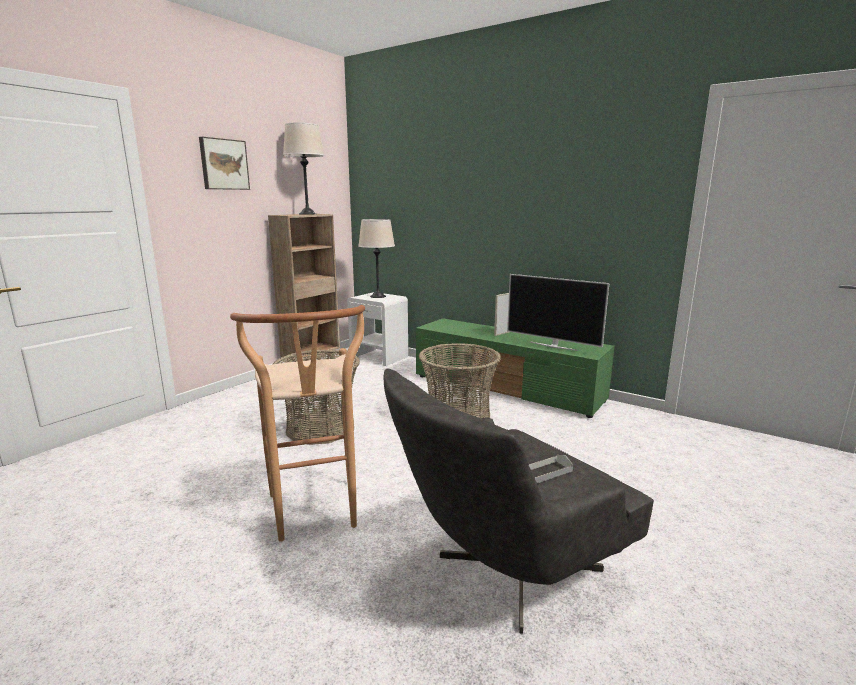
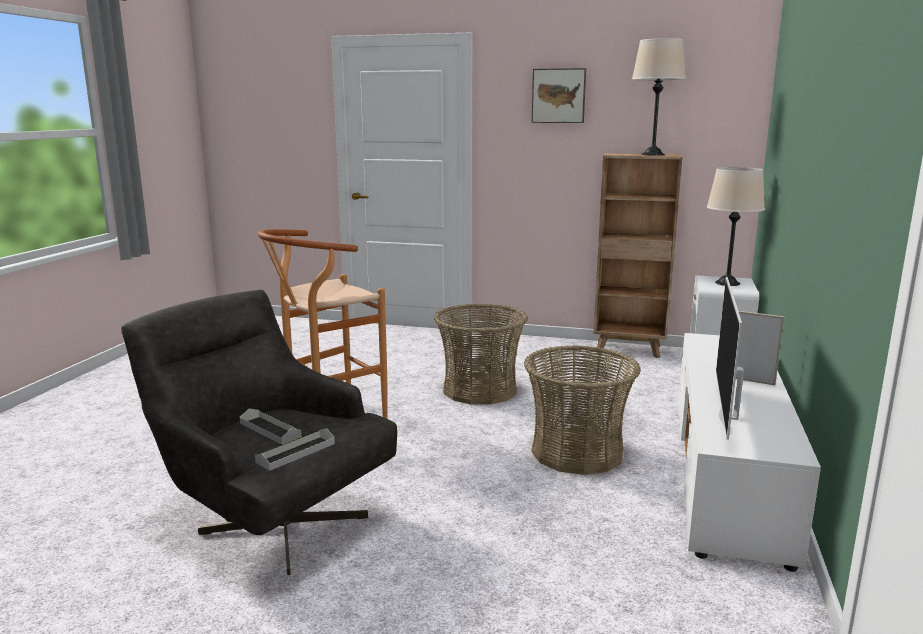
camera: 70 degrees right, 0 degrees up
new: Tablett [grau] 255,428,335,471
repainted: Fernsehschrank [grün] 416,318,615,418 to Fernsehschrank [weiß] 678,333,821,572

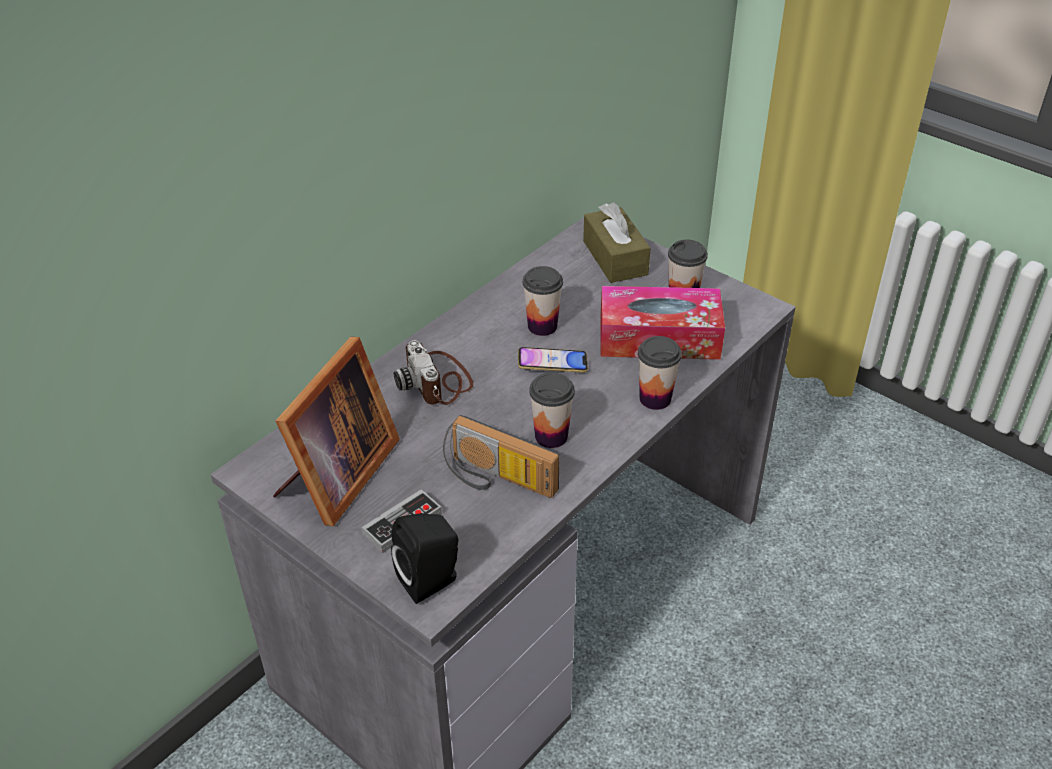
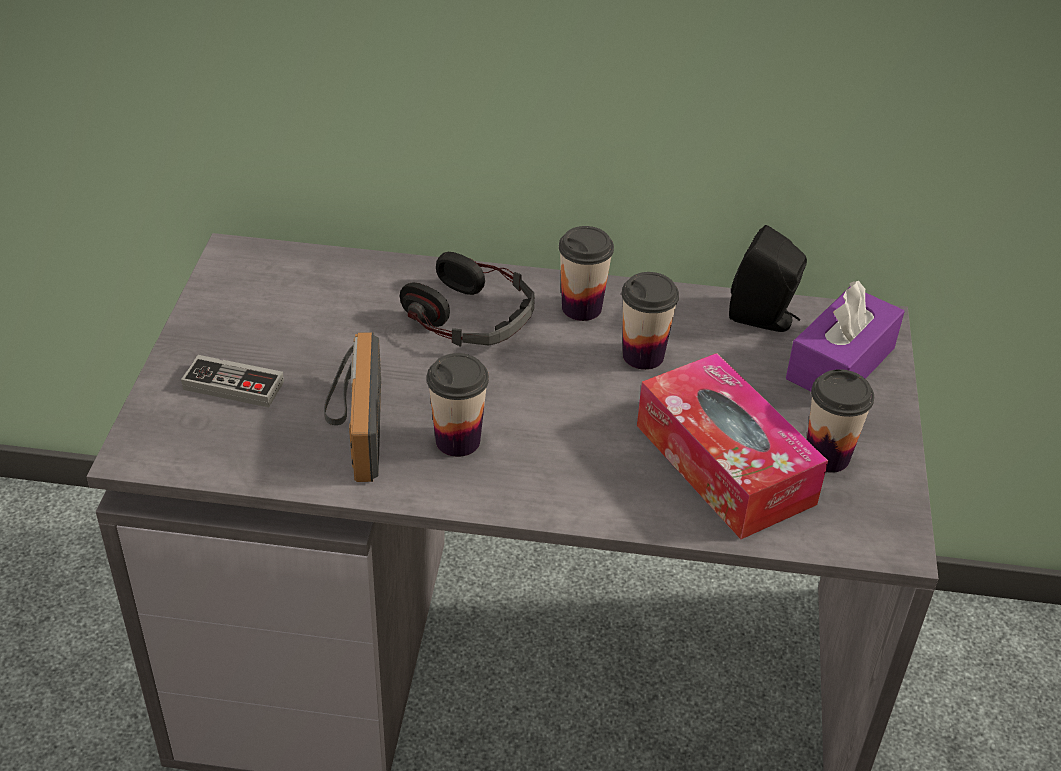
camera: 55 degrees right, 0 degrees up
gone: Bilderrahmen 273,337,400,526; Handy 518,347,588,373
shifted: Tasse 638,336,682,410 to 559,226,614,321; Lautsprecher [schwarz] 391,513,458,604 to 729,225,807,332
swapped: Kamera 394,340,473,405 to Kopfhörer 400,252,535,347
repainted: Taschentuchbox [braun] 583,202,651,283 to Taschentuchbox [lila] 786,281,905,391

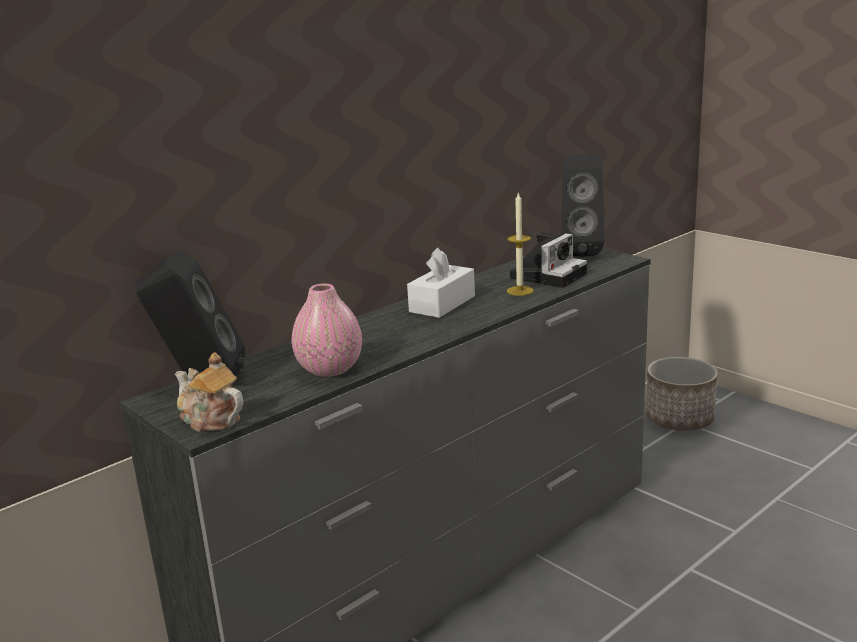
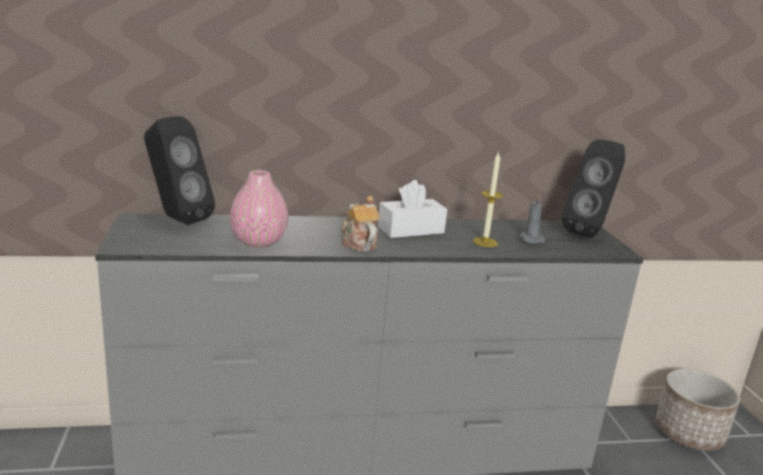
camera: 30 degrees right, 0 degrees up
shifted: Teekanne 175,352,243,432 to 341,196,380,251
swapped: Kamera 510,232,587,288 to Kerze [grau] 518,194,545,244

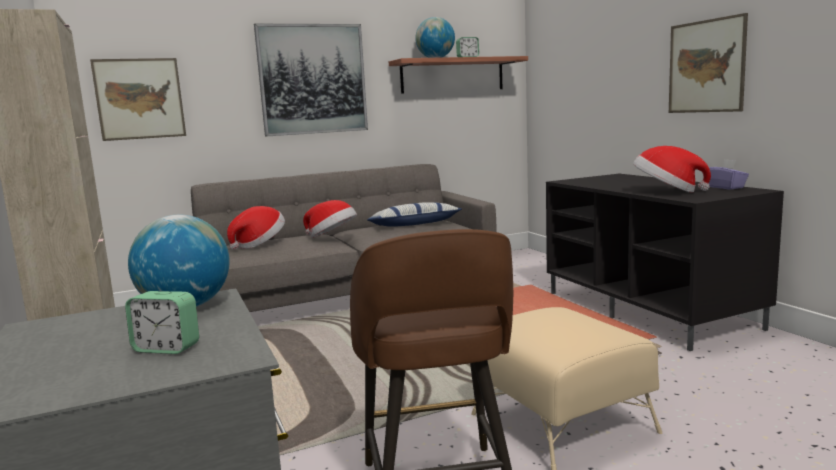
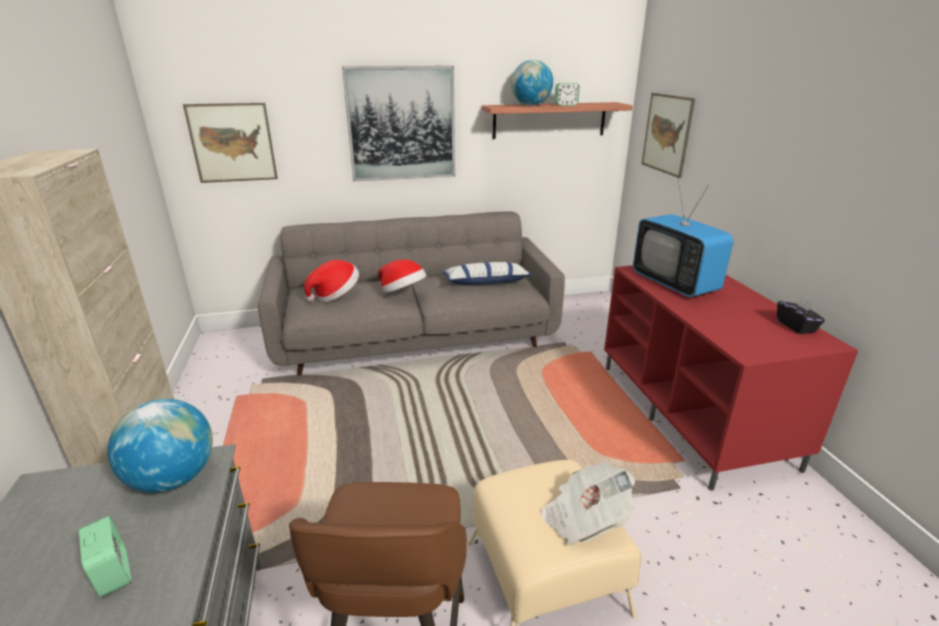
camera: 10 degrees right, 15 degrees up
gone: Hut 633,146,711,193
new: Zeitung 540,462,635,546; Fernseher 633,178,734,297
shifted: Bild 669,13,748,113 to 642,93,695,178
repainted: Fernsehschrank [schwarz] 546,174,784,351 to Fernsehschrank [rot] 604,265,858,491; Taschentuchbox [lila] 709,159,749,189 to Taschentuchbox [schwarz] 777,296,825,334
rotated: Wecker 125,291,199,354 = 79,516,132,597 150 degrees counterclockwise

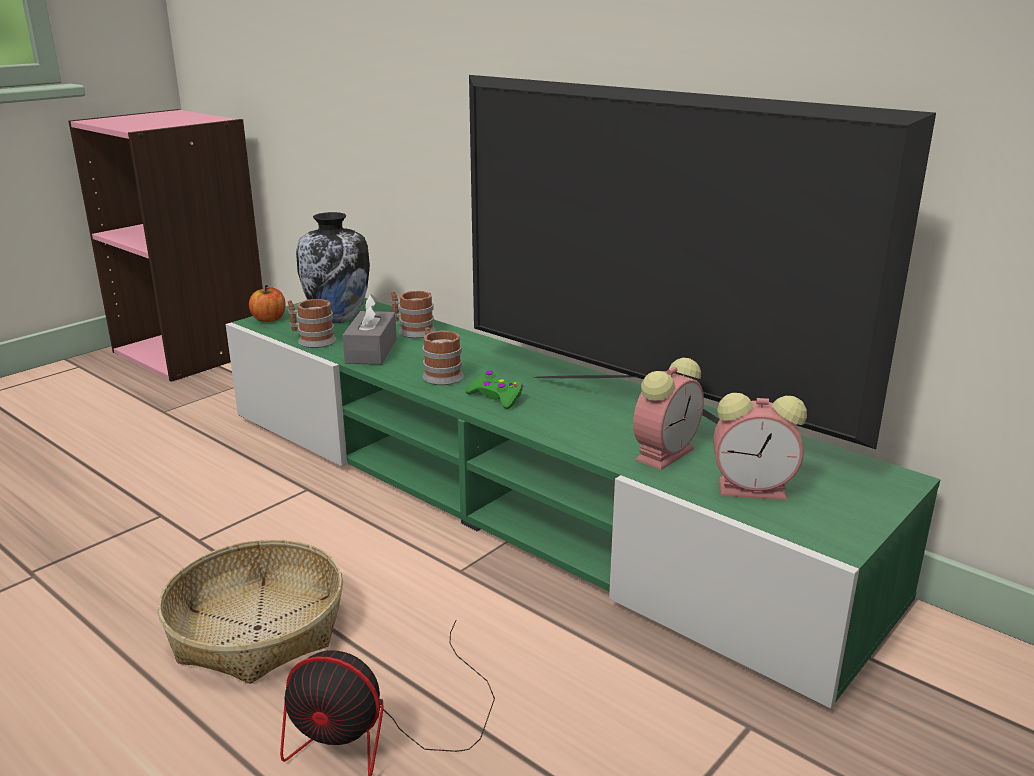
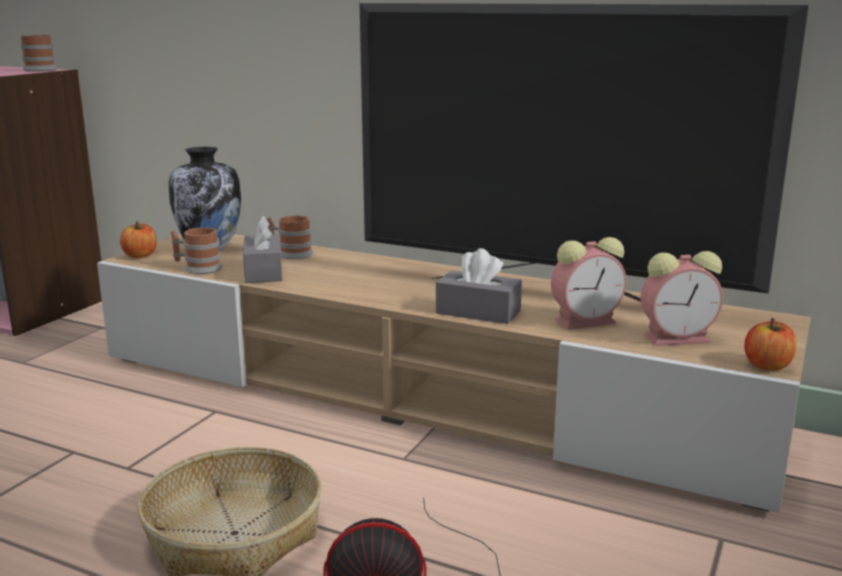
camera: 15 degrees left, 5 degrees down
gone: Gamepad [grün] 465,370,524,409
new: Taschentuchbox [grau] 436,248,522,324; Apfel 744,318,797,371
shifted: Henkelbecher 423,327,464,385 to 20,35,57,71
repainted: Fernsehschrank [grün] 226,298,940,708 to Fernsehschrank [beige] 97,234,811,513
rotated: Wecker 633,358,704,470 = 551,237,626,330 45 degrees clockwise

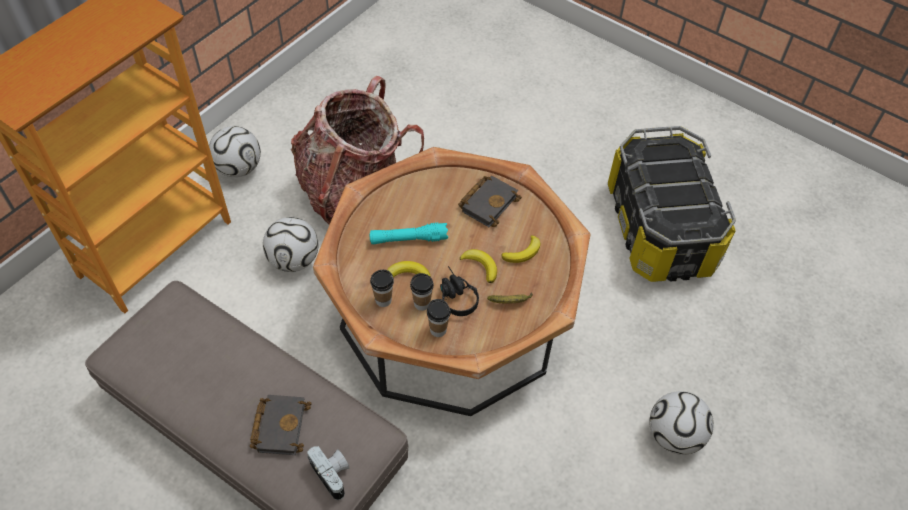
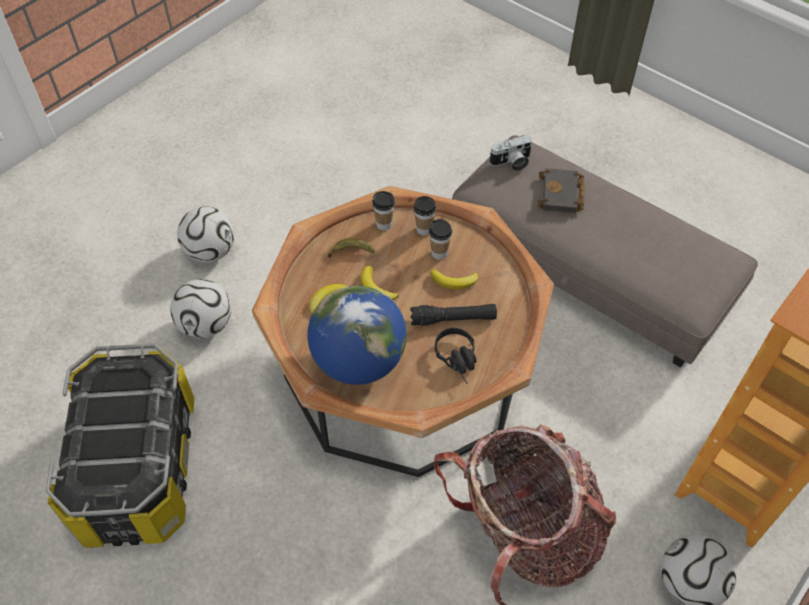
camera: 175 degrees left, 0 degrees up
shifted: Fußball 263,217,319,272 to 170,279,231,339; Tasse 370,270,394,307 to 372,191,395,230; Kopfhörer [schwarz] 440,266,479,316 to 435,328,476,384
swapped: Buch [schwarz] 458,176,522,227 to Globus 307,286,407,385
repainted: Taschenlampe [türkis] 369,222,448,244 to Taschenlampe [schwarz] 410,304,497,326
rotated: Kamera 307,446,350,500 = 490,135,532,171 75 degrees counterclockwise

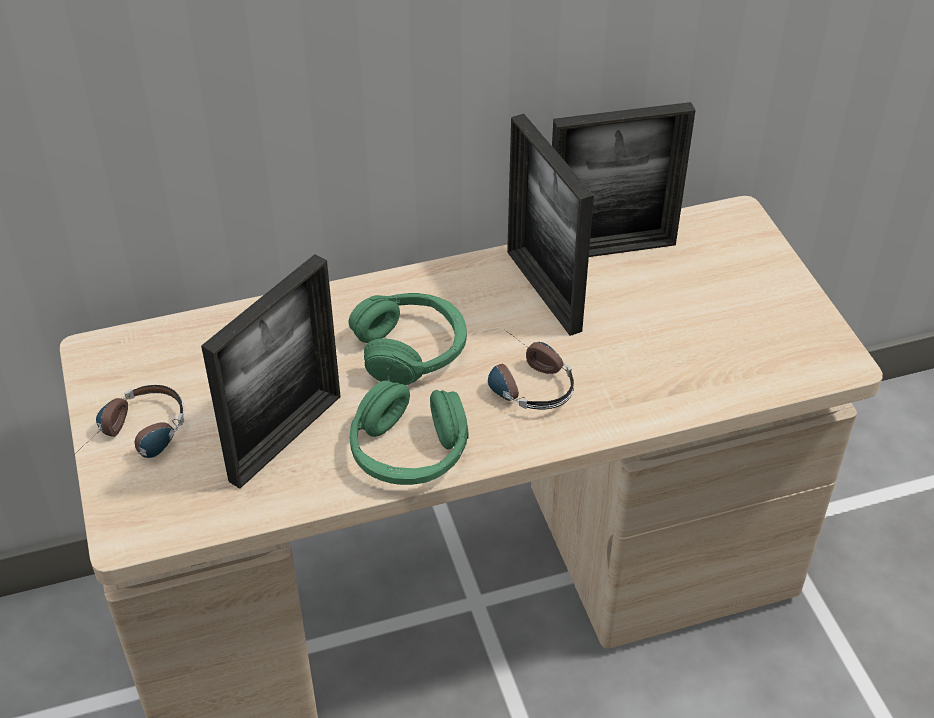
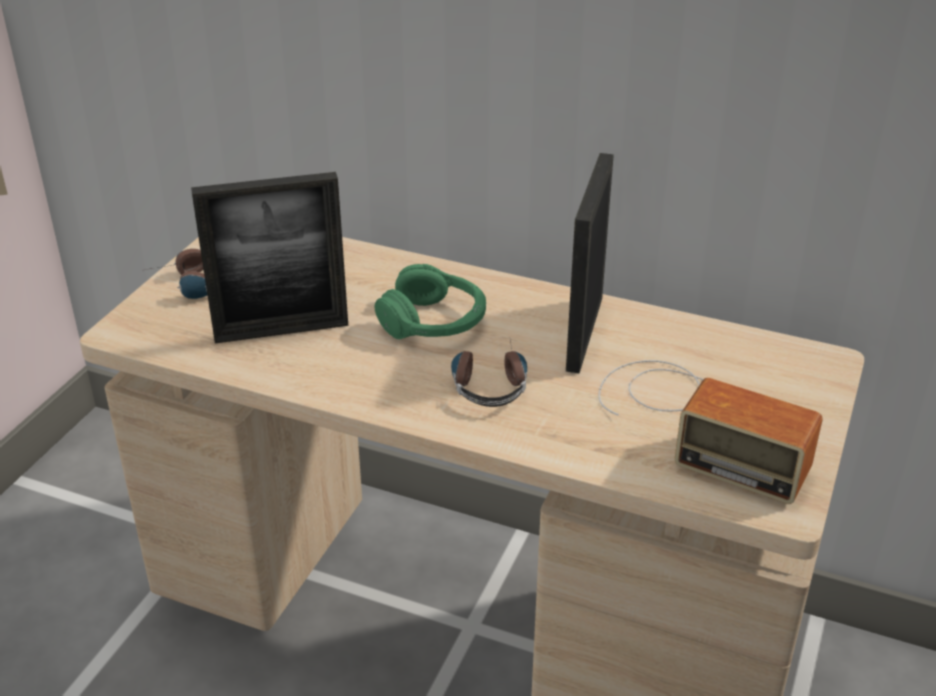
camera: 40 degrees right, 10 degrees down
gone: Kopfhörer [grün] 350,381,469,485; Bilderrahmen 552,102,696,257
new: Radio 598,360,823,504

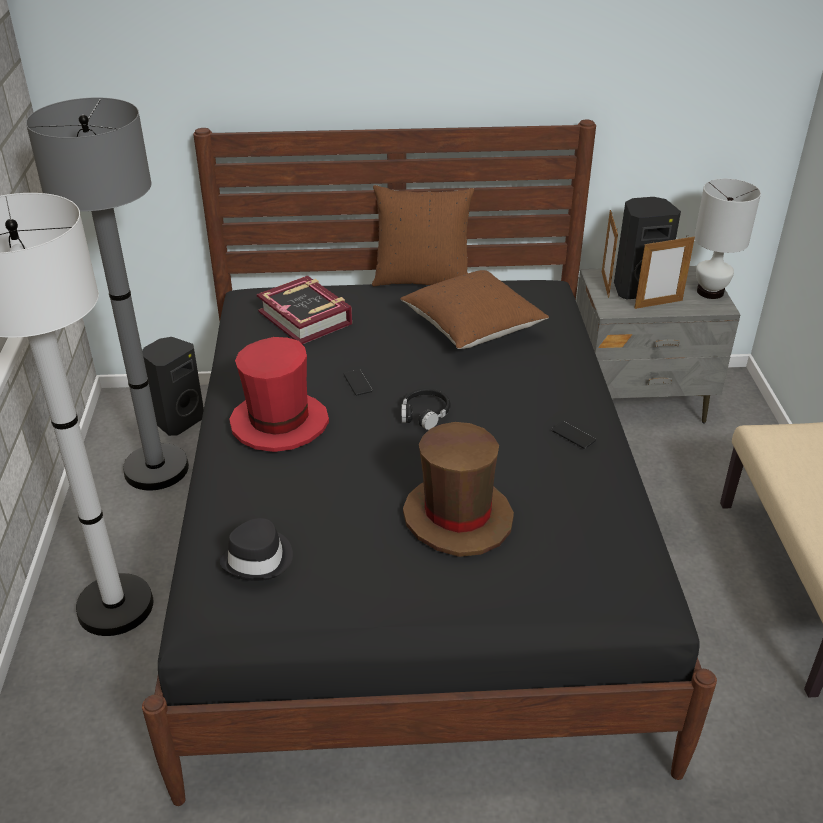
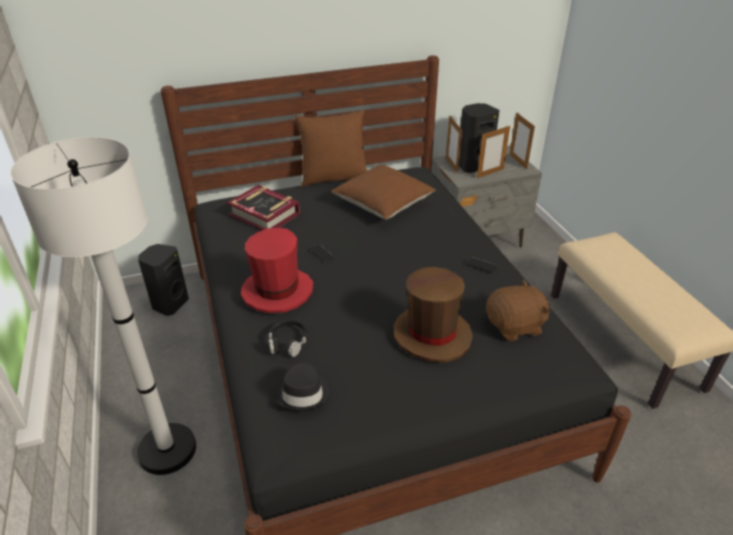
camera: 15 degrees left, 0 degrees up
gone: Stehlampe [grau] 26,97,189,490
new: Plüschtier [braun] 486,280,550,342
shifted: Kopfhörer [schwarz] 402,388,451,430 to 268,320,308,357
swapped: Tischlampe [weiß] 694,179,761,299 to Bilderrahmen 510,112,535,169

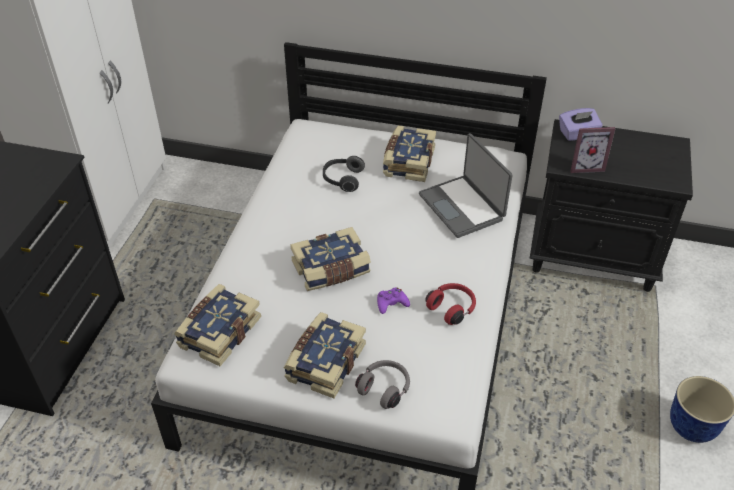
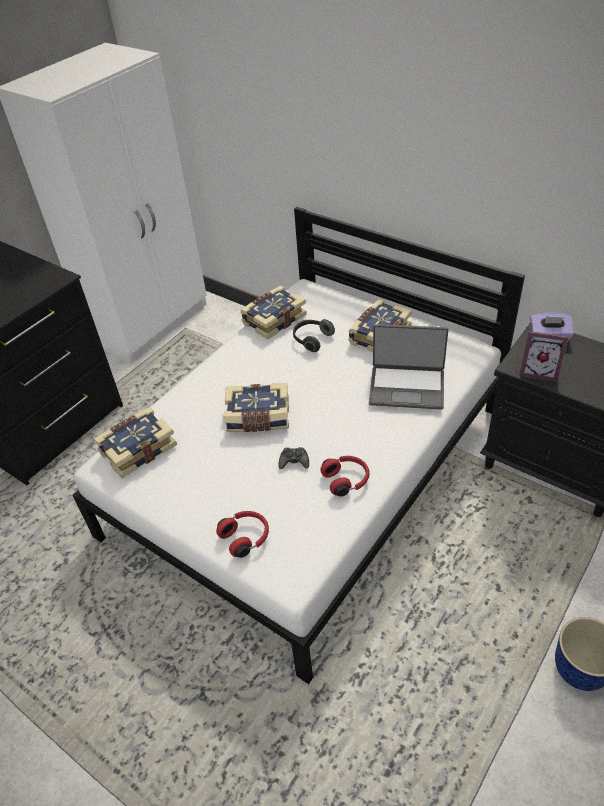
camera: 25 degrees right, 0 degrees up
shifted: Buch 284,312,366,398 to 240,286,307,340
repainted: Kopfhörer [grau] 355,360,410,409 to Kopfhörer [rot] 216,511,269,558; Gamepad [lila] 377,287,410,314 to Gamepad [schwarz] 278,447,309,469
rotated: Laptop 419,133,513,238 = 369,324,448,410 75 degrees counterclockwise

